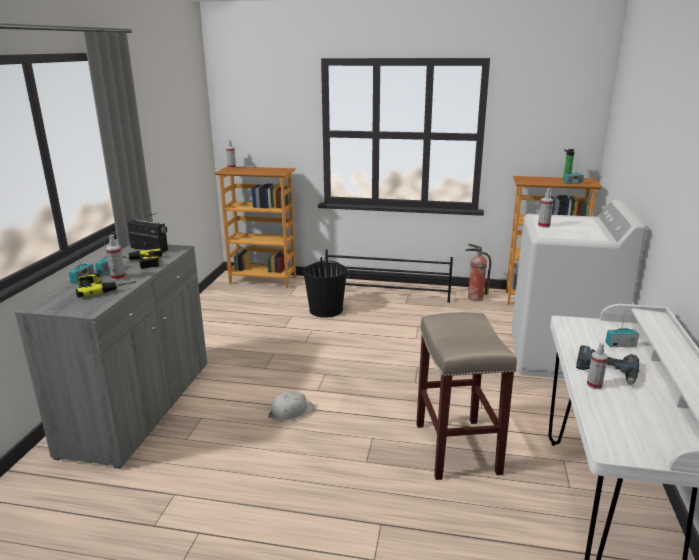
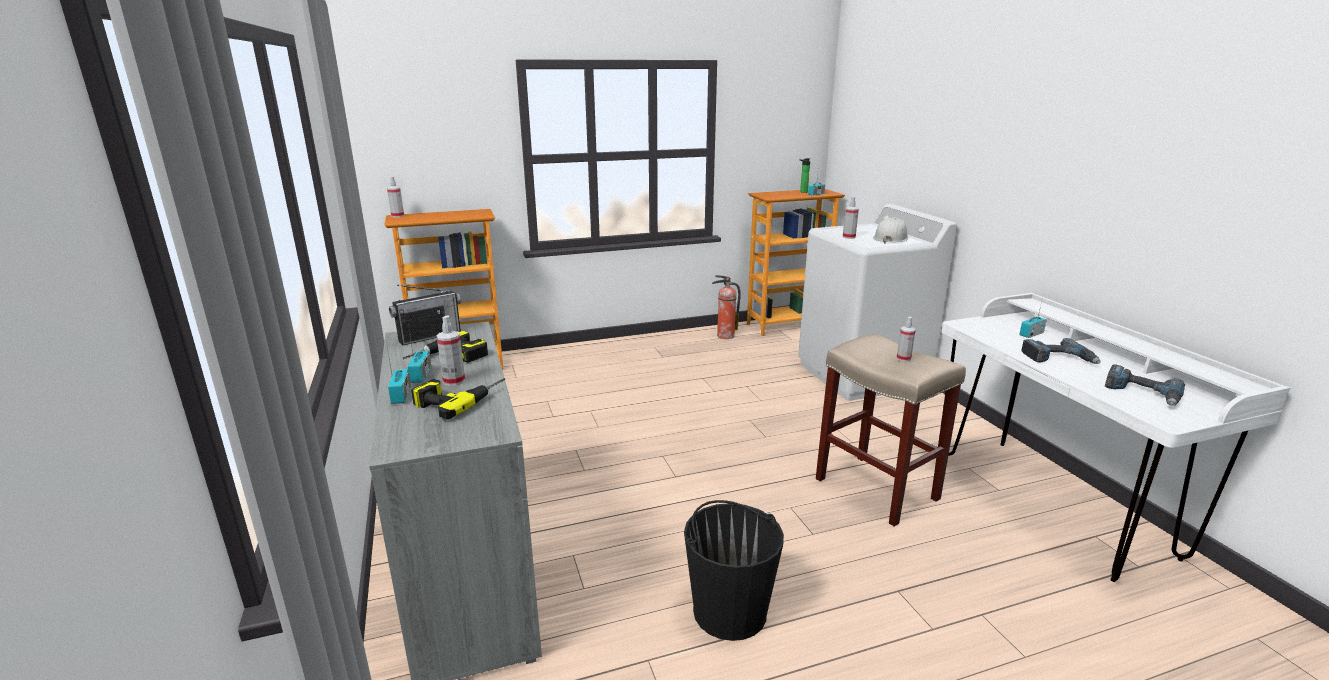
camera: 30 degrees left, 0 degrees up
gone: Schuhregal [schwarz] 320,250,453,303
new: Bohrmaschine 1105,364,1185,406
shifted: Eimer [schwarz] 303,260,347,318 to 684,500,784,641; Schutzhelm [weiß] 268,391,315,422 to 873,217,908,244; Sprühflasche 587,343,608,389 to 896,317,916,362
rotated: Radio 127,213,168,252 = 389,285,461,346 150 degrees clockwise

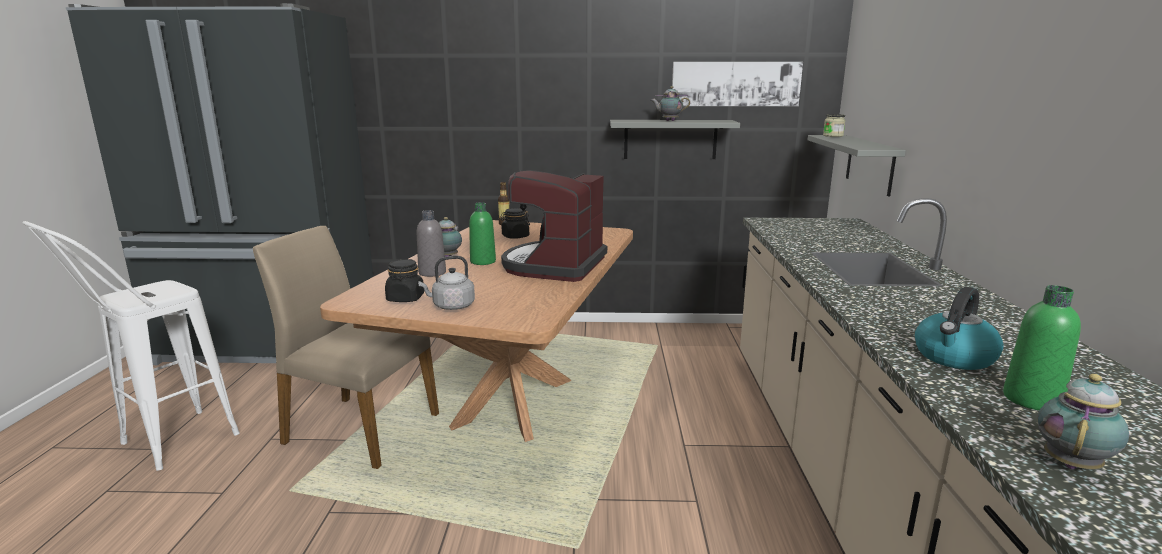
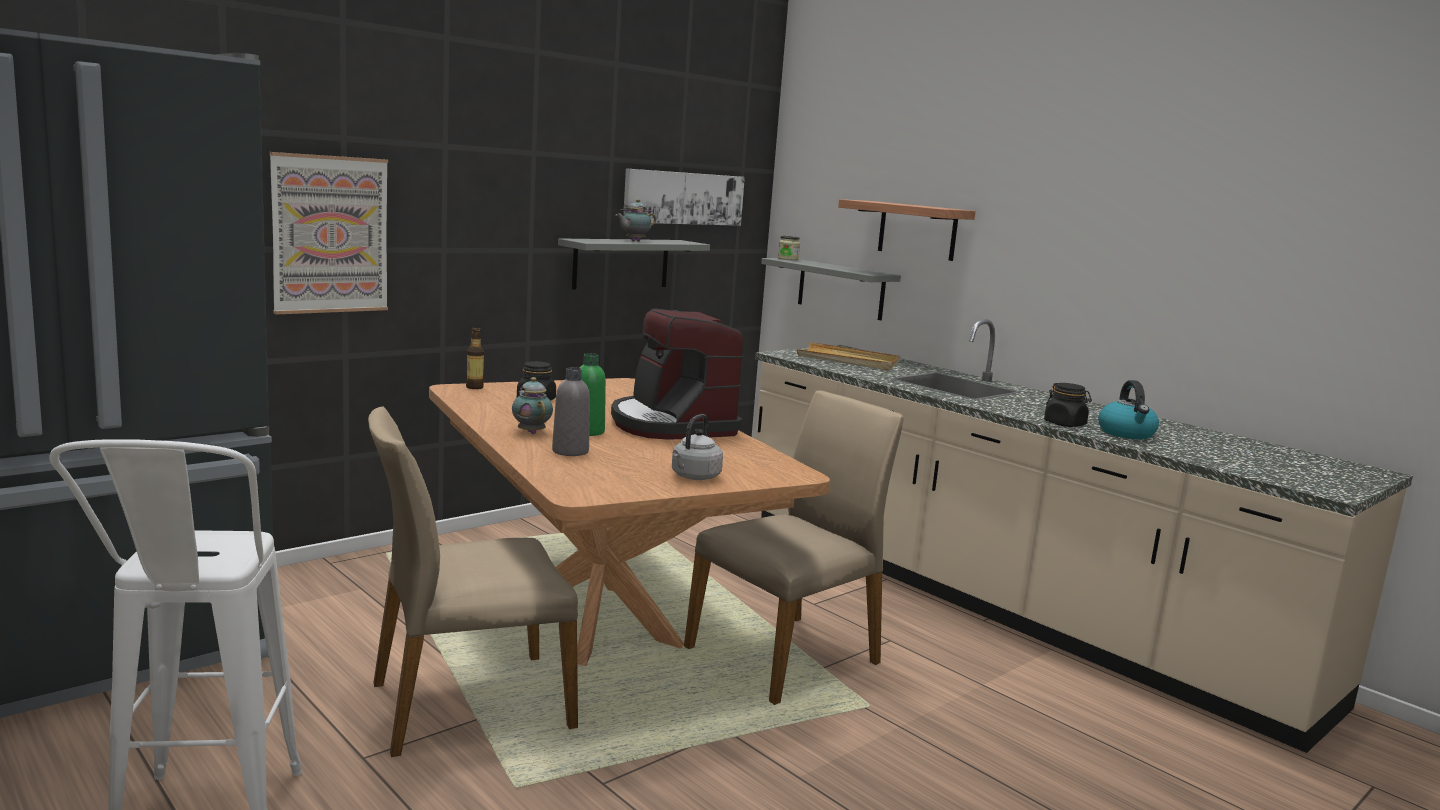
camera: 45 degrees left, 5 degrees down
gone: Flasche [grün] 1003,285,1081,411; Teekanne 1037,374,1129,469
new: Bild 269,152,388,314; Stuhl [beige] 684,391,904,705; Tablett [beige] 797,342,900,370; Wandregal 838,199,976,261
shifted: Vorratsglas [schwarz] 385,259,424,302 to 1044,383,1092,427

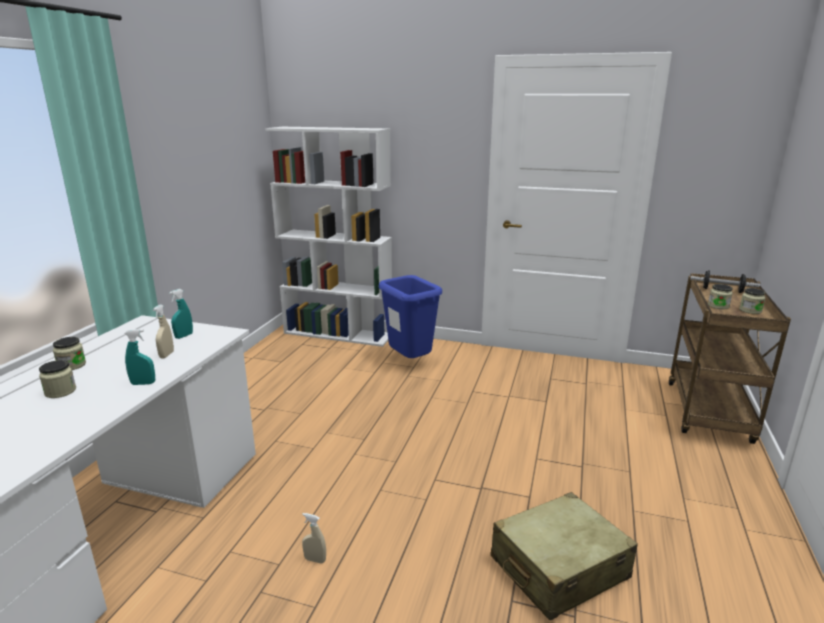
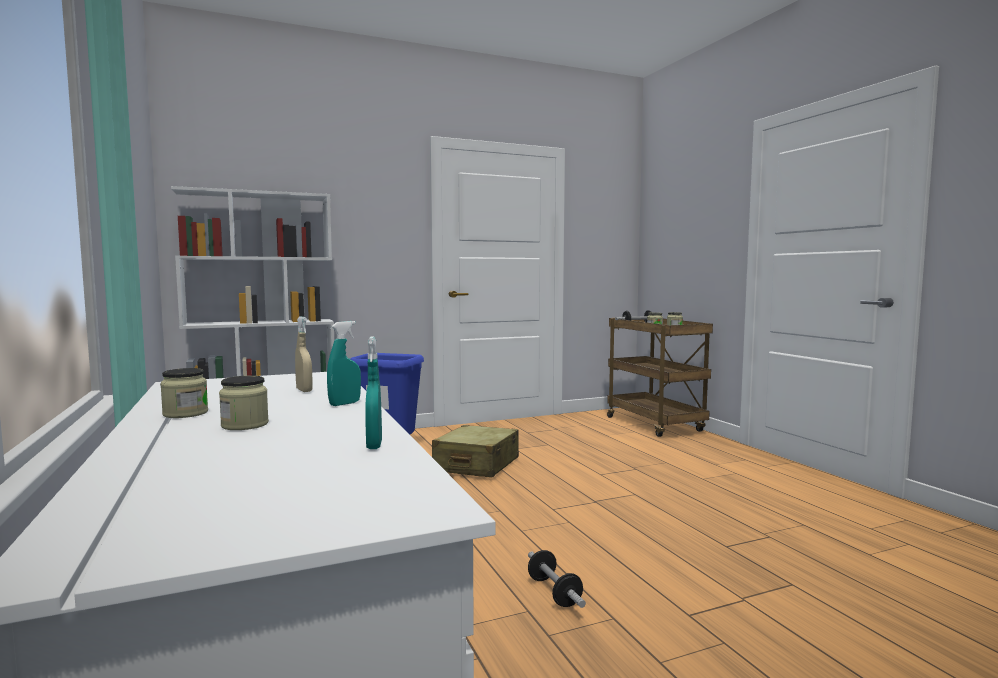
camera: 40 degrees left, 15 degrees down
shifted: Sprühflasche [türkis] 169,289,193,339 to 365,336,382,449; Koffer [beige] 491,492,638,621 to 432,425,519,478
swapped: Sprühflasche [beige] 302,513,326,564 to Hantel 528,550,586,608

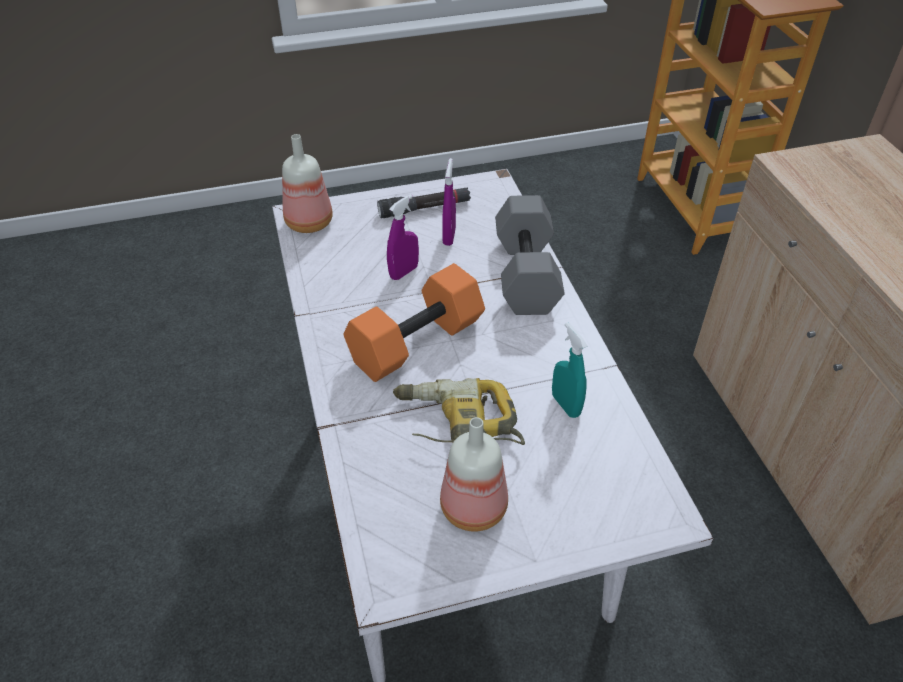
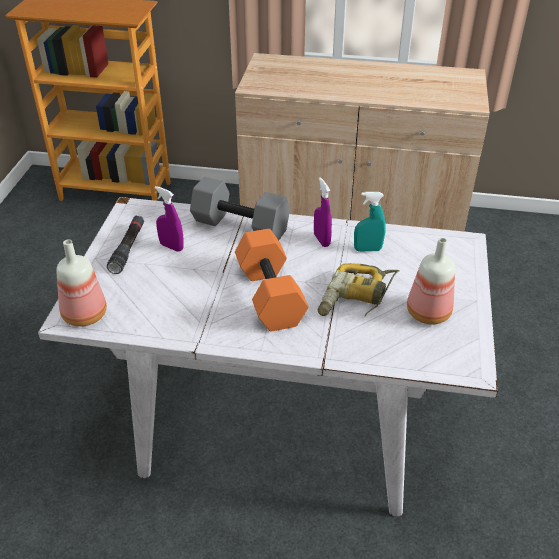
camera: 65 degrees left, 5 degrees down
shifted: Sprühflasche [lila] 387,194,419,280 to 314,177,332,247

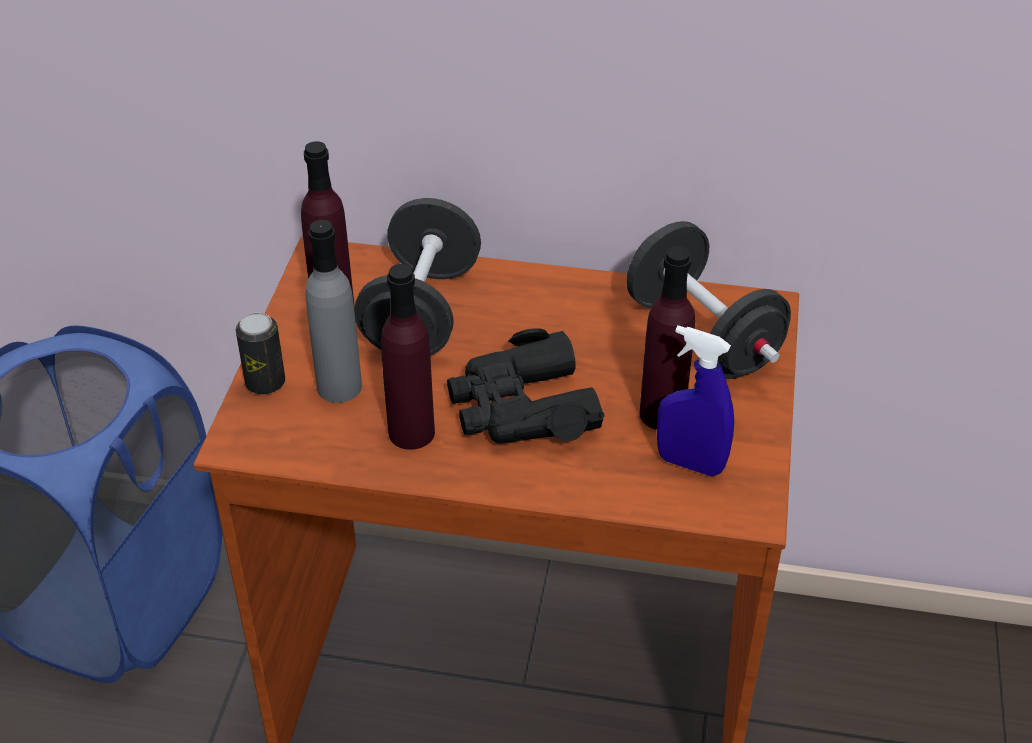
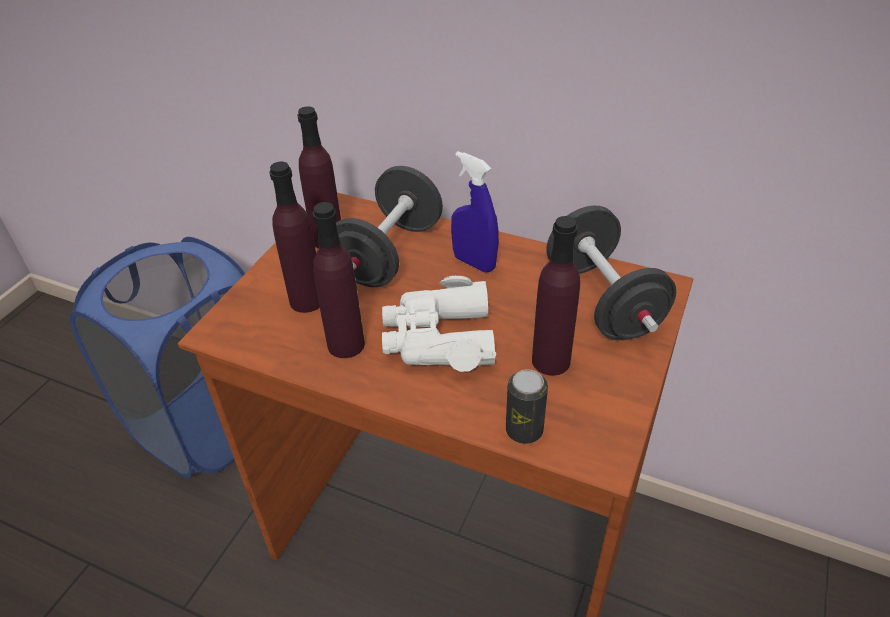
camera: 15 degrees right, 0 degrees up
shifted: Sprühflasche [blau] 657,325,734,476 to 451,151,499,273; Dose 236,313,285,395 to 506,369,548,444
repainted: Flasche [grau] 306,220,362,403 to Flasche [lila] 269,162,320,313; Fernglas [schwarz] 447,328,604,443 to Fernglas [weiß] 382,276,496,372

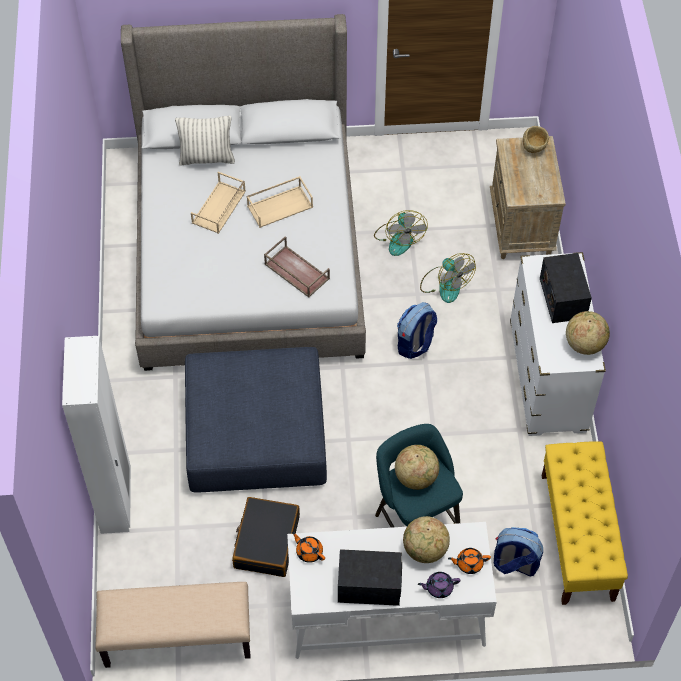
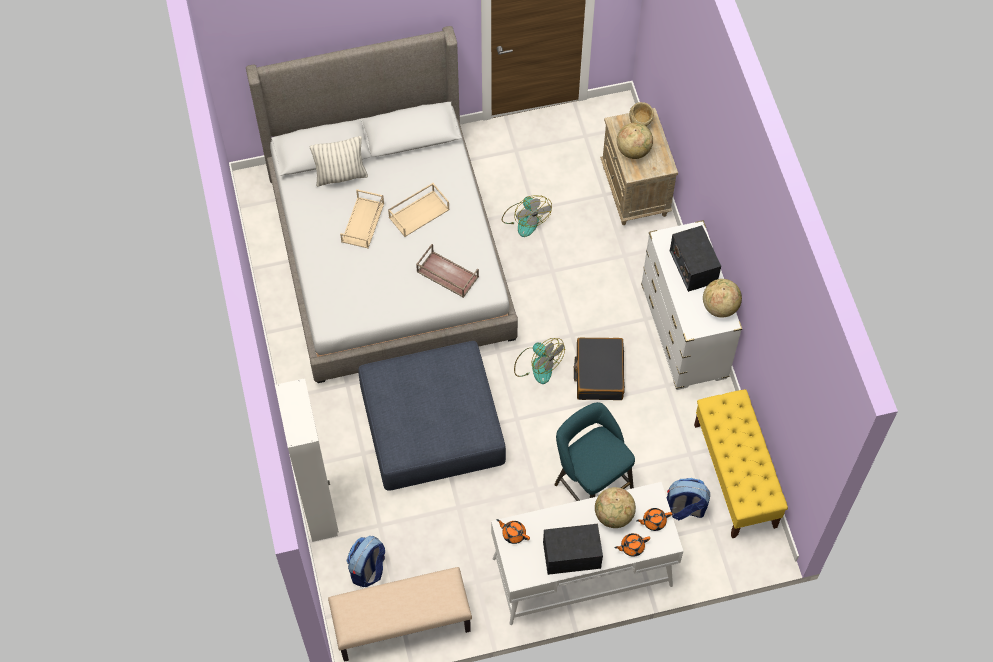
camera: 10 degrees left, 5 degrees up
shifted: Rucksack 397,302,437,359 to 346,536,385,587; Ventilator 420,253,476,303 to 514,338,565,384; Koffer [schwarz] 232,497,300,577 to 574,338,625,400; Globus 395,445,439,490 to 617,122,653,159
repainted: Teekanne [lila] 418,572,461,598 to Teekanne [orange] 615,533,650,557

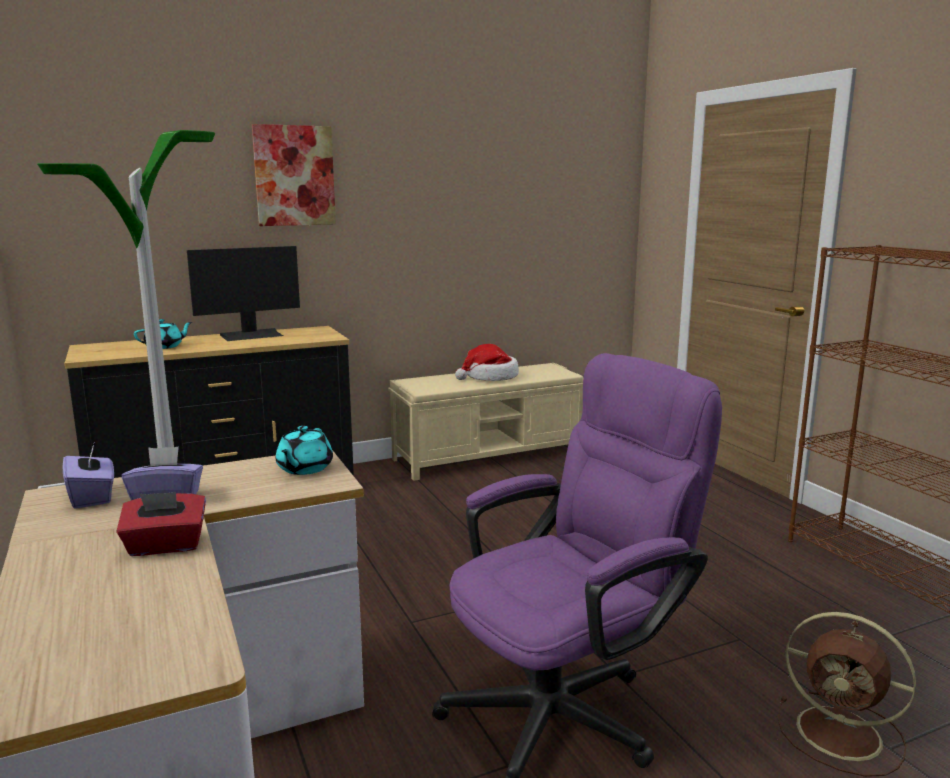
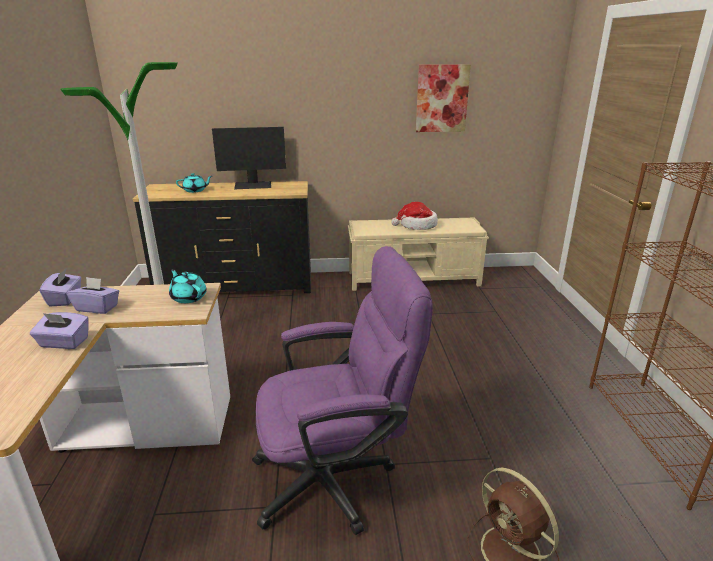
camera: 20 degrees right, 10 degrees up
shifted: Bild 252,124,336,226 to 416,64,471,132
repainted: Taschentuchbox [rot] 116,492,206,556 to Taschentuchbox [lila] 30,312,89,349
rotated: Teekanne [türkis] 276,426,333,475 = 169,269,207,303 105 degrees clockwise

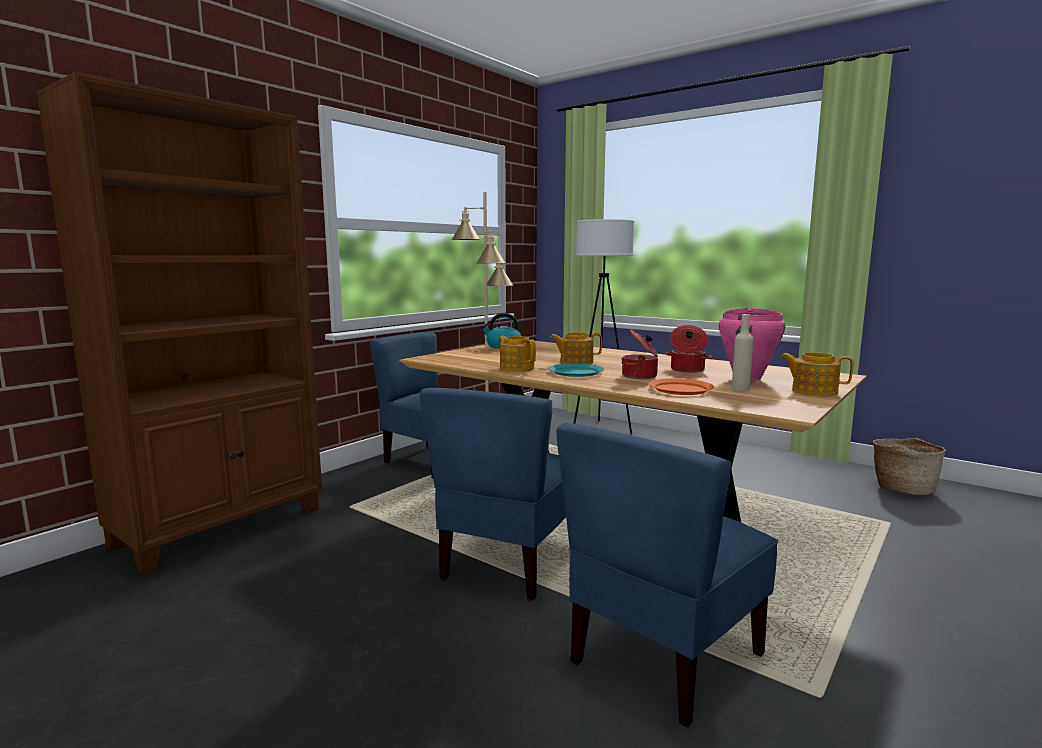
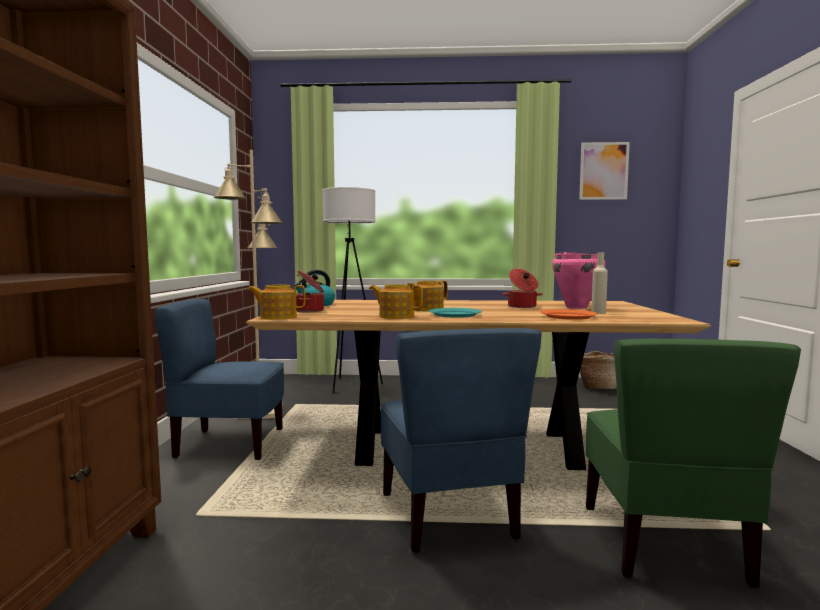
camera: 35 degrees left, 5 degrees down
new: Bild 579,142,630,200
shifted: Teekanne 780,353,853,396 to 248,285,306,320; Kochtopf 621,330,658,379 to 296,270,324,312
repainted: Stuhl [blau] 556,423,778,728 to Stuhl [grün] 586,339,801,588

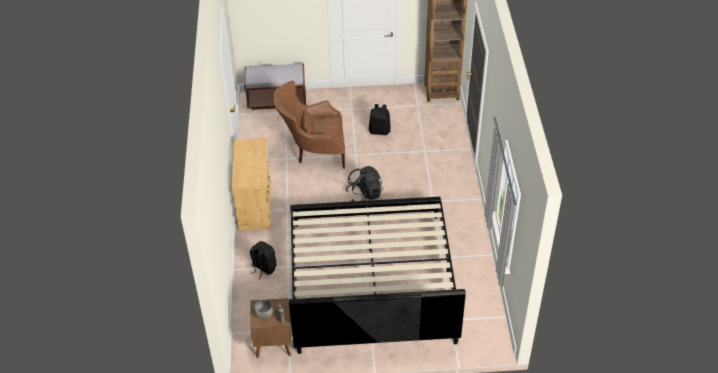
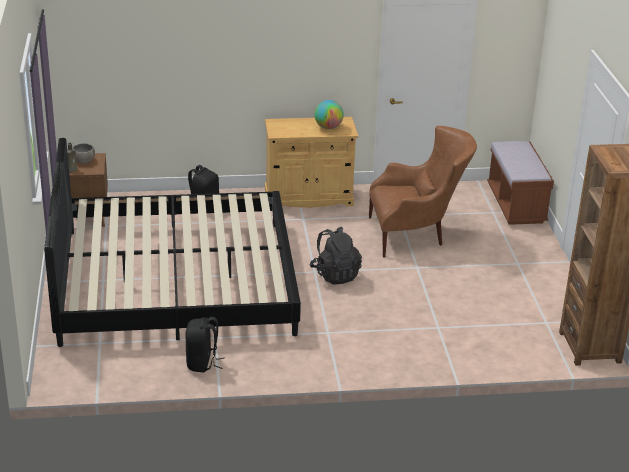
camera: 85 degrees right, 15 degrees down
new: Globus 314,100,344,129
shifted: Rucksack [schwarz] 369,104,391,135 to 186,317,225,372
rotated: Sessel [braun] 273,81,345,169 = 369,126,477,257 90 degrees clockwise

